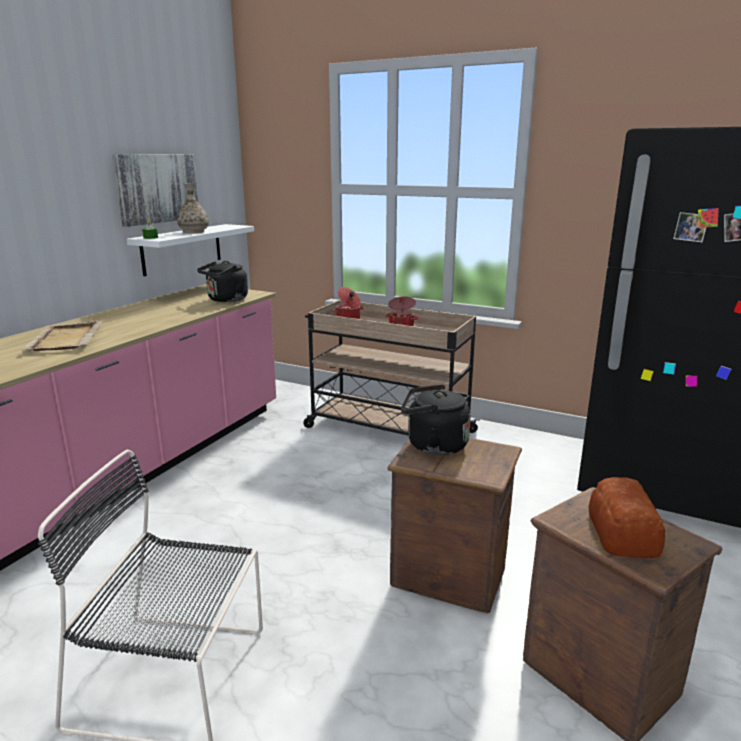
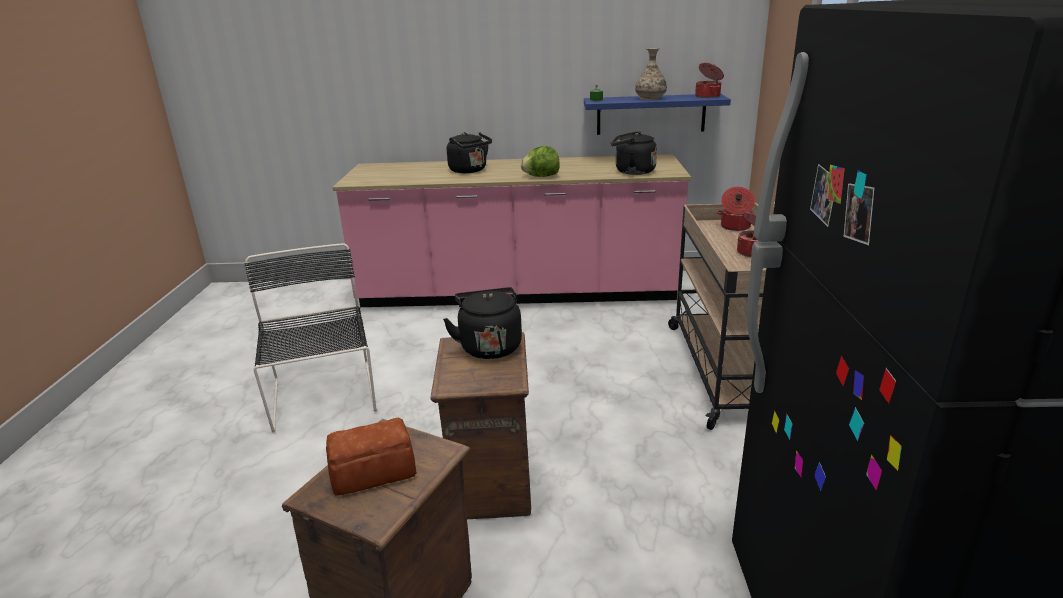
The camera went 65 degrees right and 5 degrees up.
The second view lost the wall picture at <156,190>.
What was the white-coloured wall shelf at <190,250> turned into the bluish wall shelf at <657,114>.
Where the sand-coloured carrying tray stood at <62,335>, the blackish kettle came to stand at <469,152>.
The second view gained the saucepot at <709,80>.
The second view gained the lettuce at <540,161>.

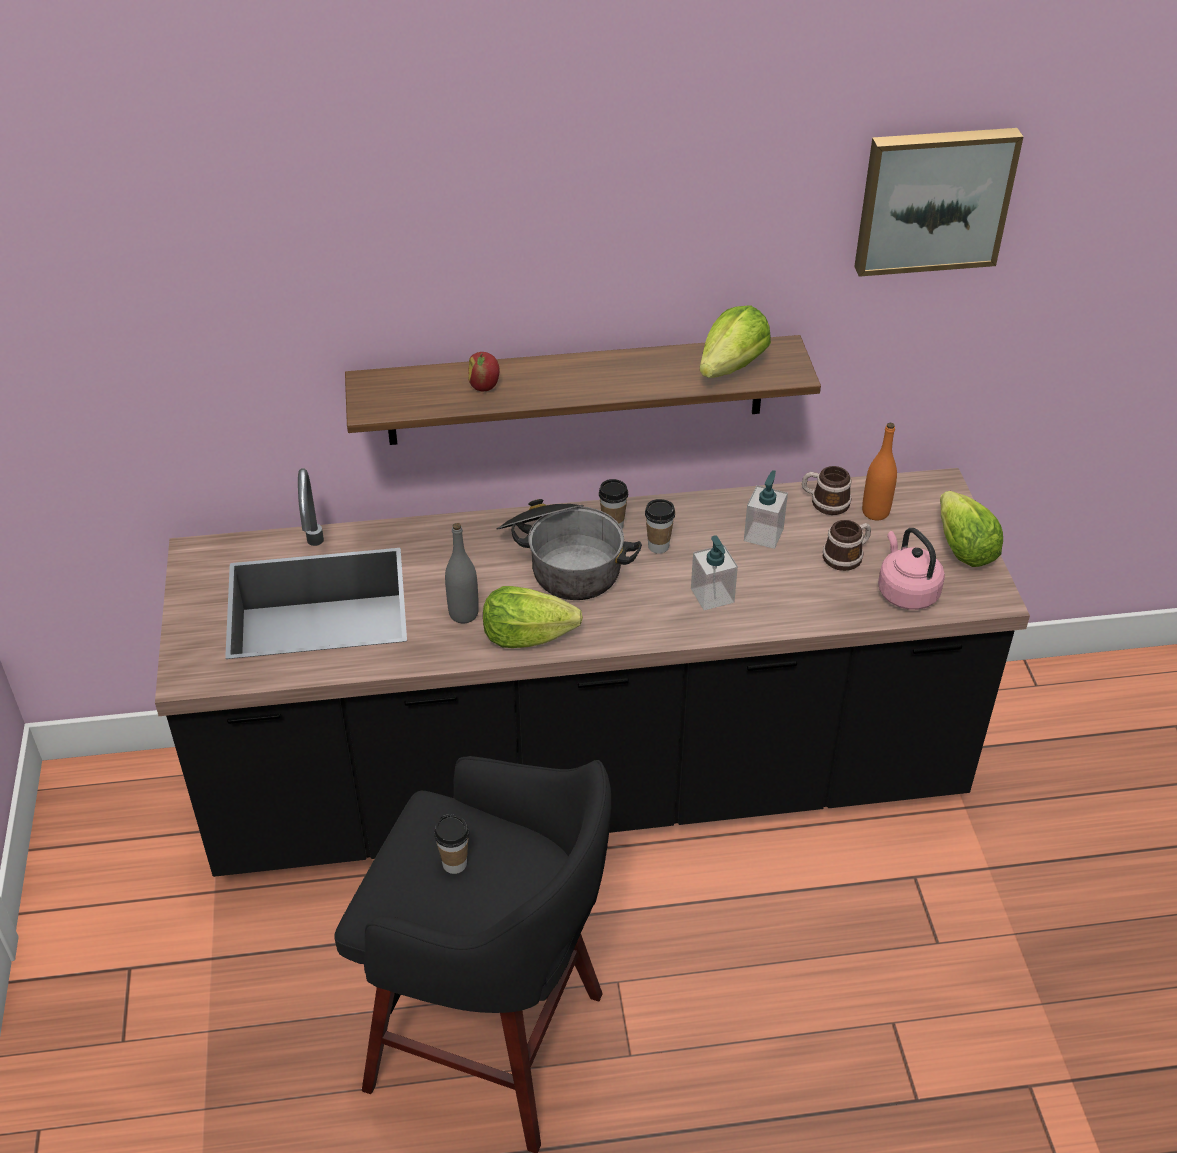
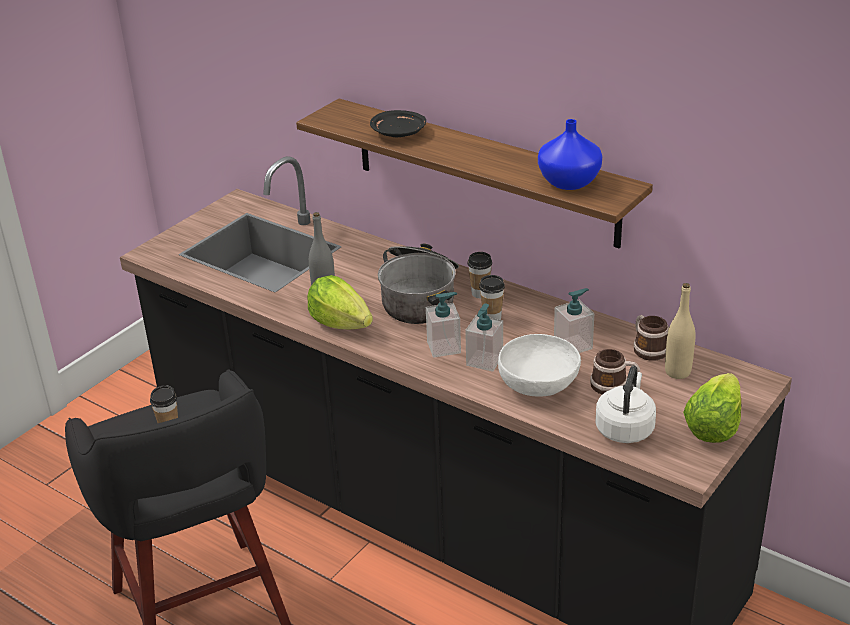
The camera went 45 degrees right and 10 degrees down.
The second view lost the wall picture at <938,202>.
Where the lettuce stood at <735,341>, the bluish decorative vase came to stand at <570,154>.
Where the apple fruit stood at <483,371>, the blackish dinner plate came to stand at <398,123>.
What was the orange-coloured beverage bottle at <879,472> turned into the sand-coloured beverage bottle at <680,331>.
What was the pink kettle at <911,569> turned into the white-coloured kettle at <625,404>.
The second view gained the soap bottle at <443,324>.
The second view gained the white-coloured bowl at <539,365>.

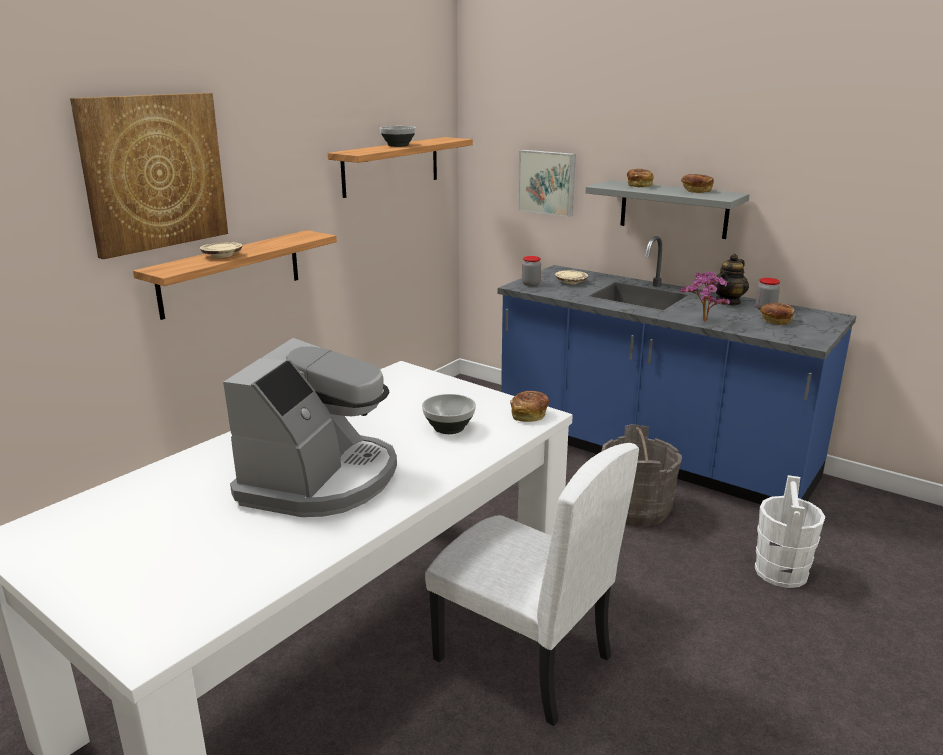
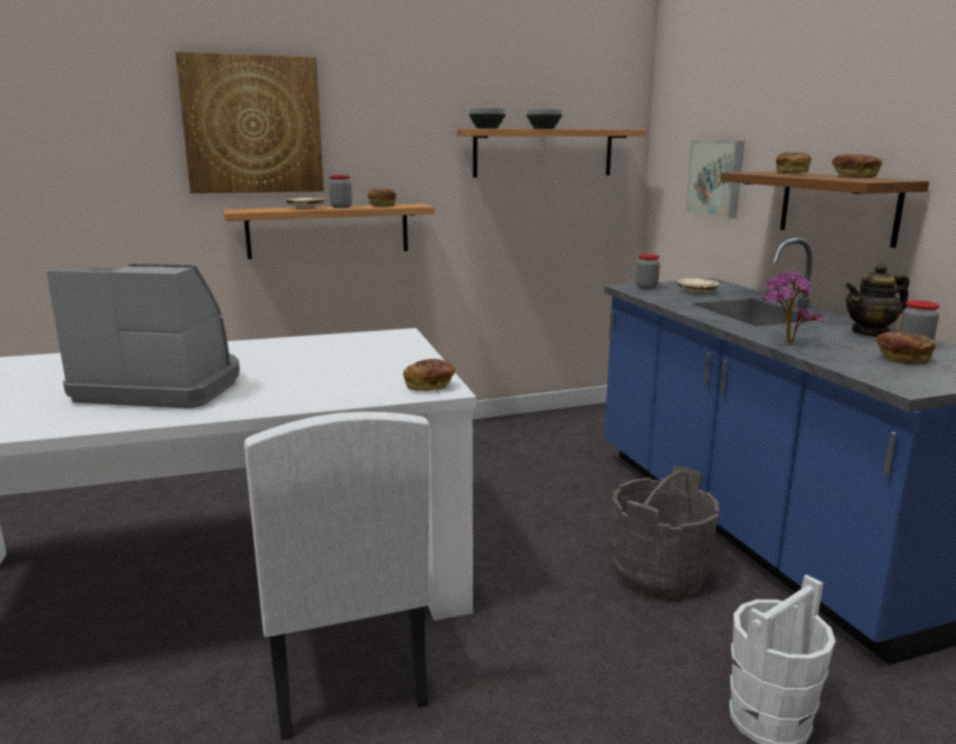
The camera went 35 degrees right and 5 degrees down.
What was the gray wall shelf at <668,209> turned into the brown wall shelf at <824,210>.
The coffee machine at <310,427> ended up facing another way, 135 degrees counterclockwise from before.
The bowl ended up elsewhere, having gone from <449,414> to <487,118>.
The second view gained the preserve jar at <340,191>.
The second view gained the bread at <382,198>.

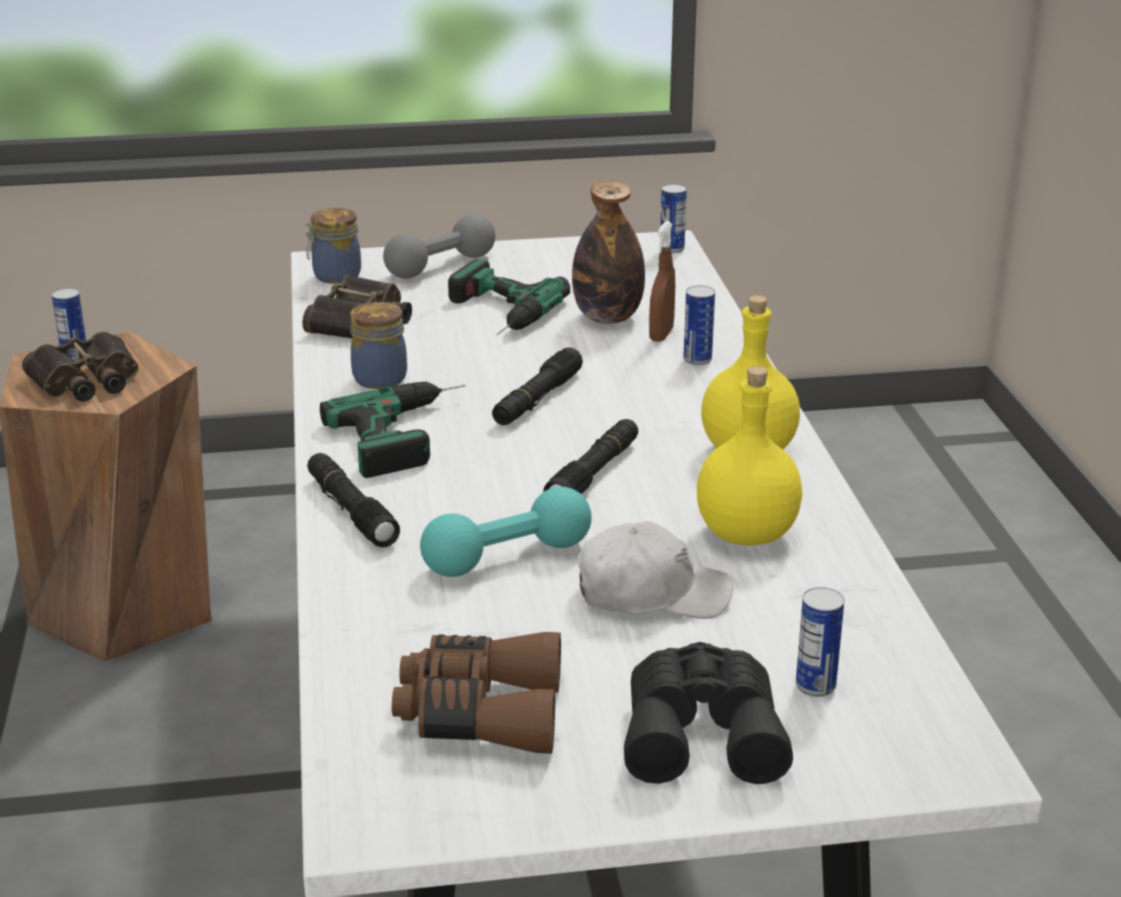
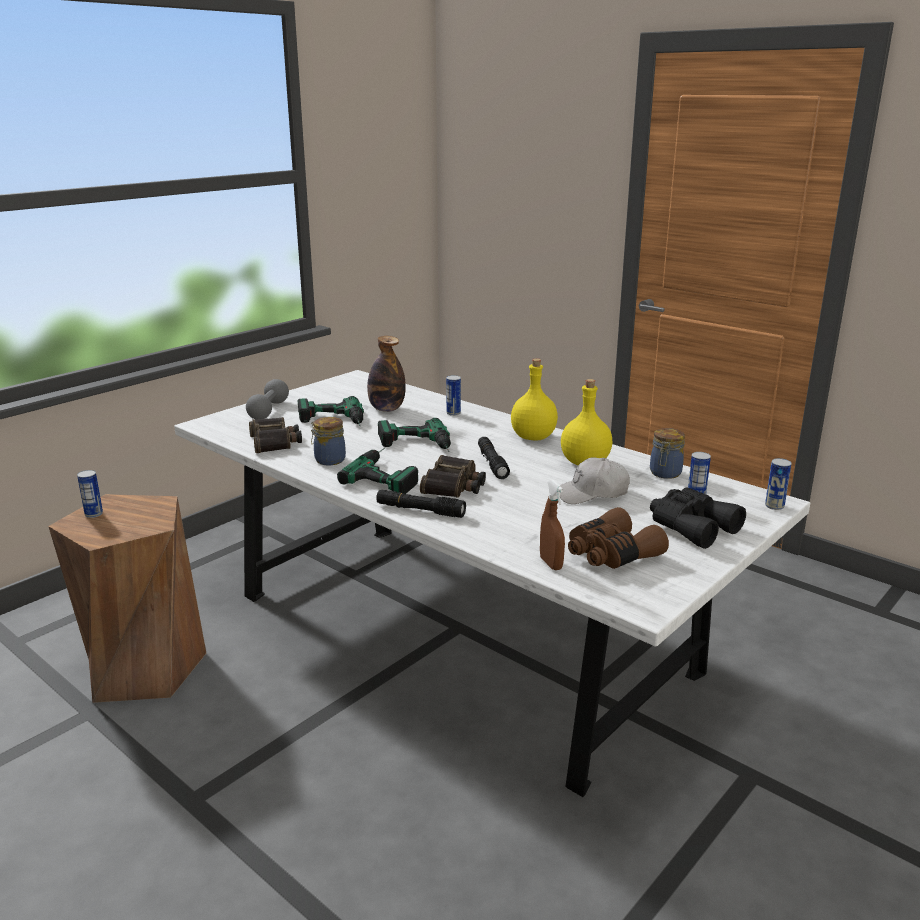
The camera went 40 degrees left and 5 degrees down.
The metal can ended up elsewhere, having gone from <673,219> to <778,484>.
The preserve jar ended up elsewhere, having gone from <333,246> to <667,453>.
The brown spray bottle ended up elsewhere, having gone from <662,281> to <552,525>.
The field glasses ended up elsewhere, having gone from <80,366> to <453,476>.
Where the blackish flashlight stood at <537,386>, the power drill came to stand at <414,435>.
The second view lost the turquoise-coloured free weight at <506,532>.
The white-coloured peaked cap at <655,570> ended up facing another way, 150 degrees counterclockwise from before.

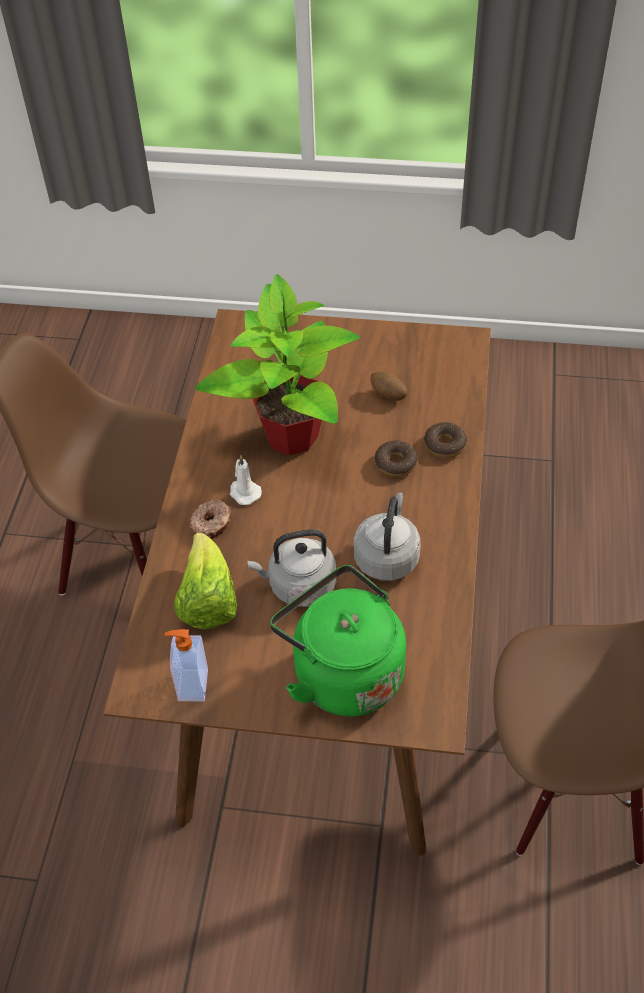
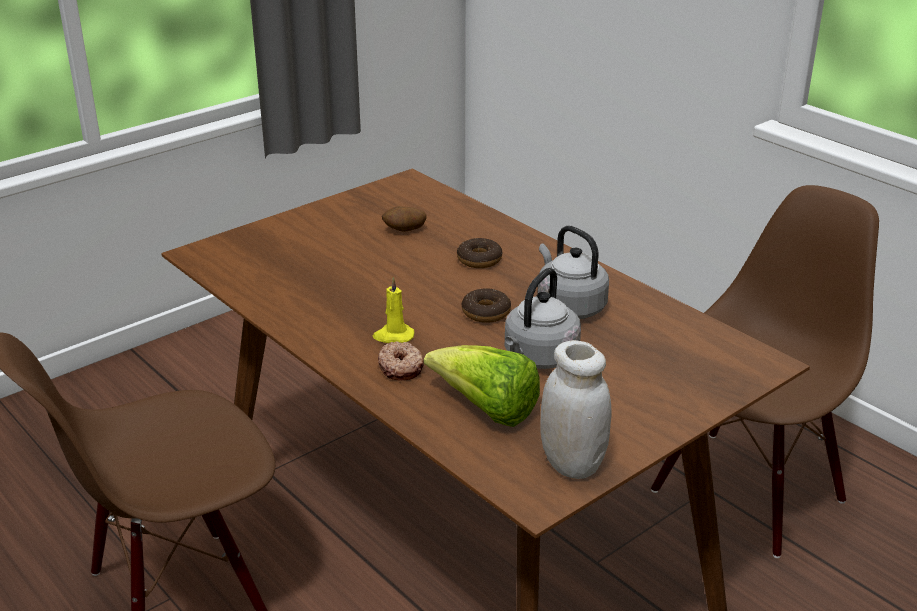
The camera went 50 degrees left and 20 degrees down.
The second view lost the potted plant at <277,364>.
The doughnut ended up elsewhere, having gone from <445,440> to <486,305>.
What was the white-coloured candle at <246,480> turned into the yellow-coloured candle at <393,310>.
The second view lost the green kettle at <338,641>.
Where the soap bottle stood at <186,665>, the white-coloured preserve jar came to stand at <576,409>.

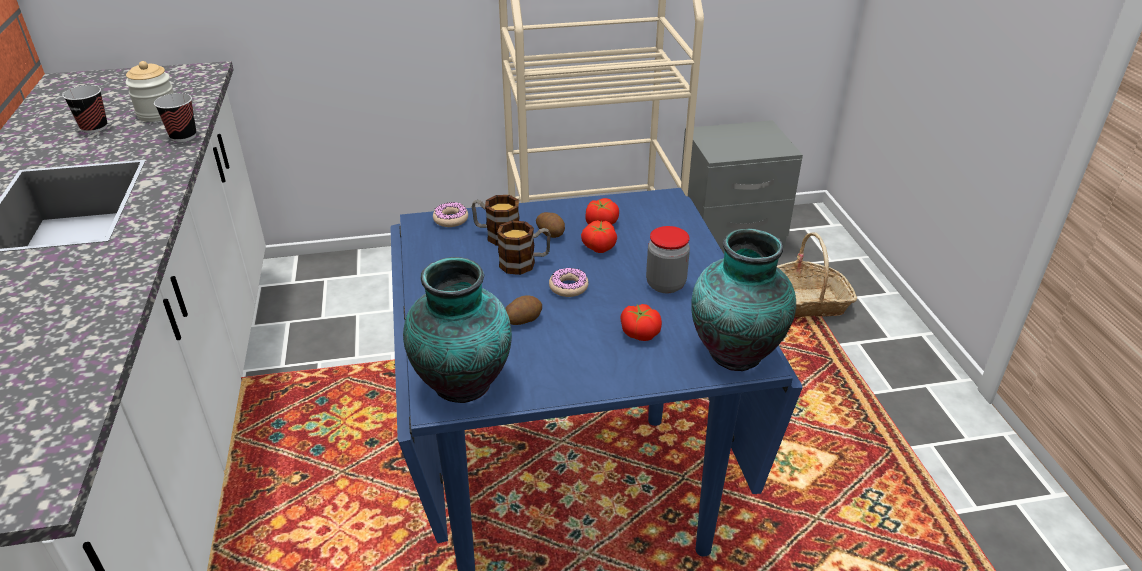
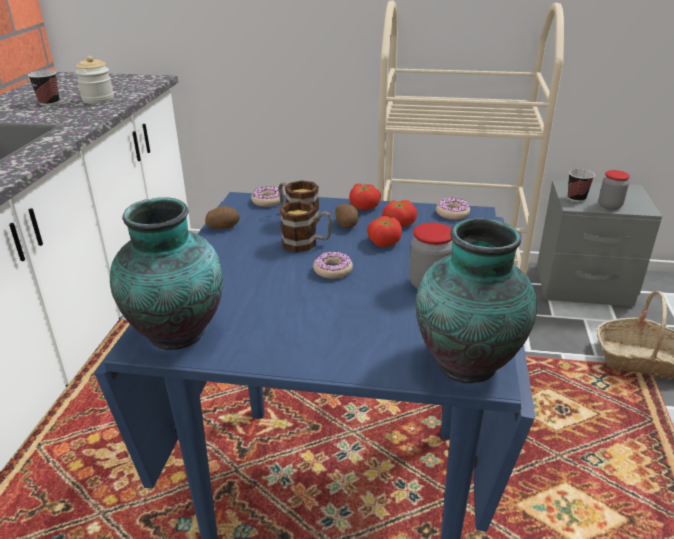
The camera went 20 degrees right and 5 degrees down.
The cup ended up elsewhere, having gone from <175,117> to <581,185>.
The potato ended up elsewhere, having gone from <523,310> to <222,217>.
The tomato ended up elsewhere, having gone from <641,322> to <365,196>.
The second view gained the preserve jar at <614,190>.
The second view gained the doughnut at <453,208>.

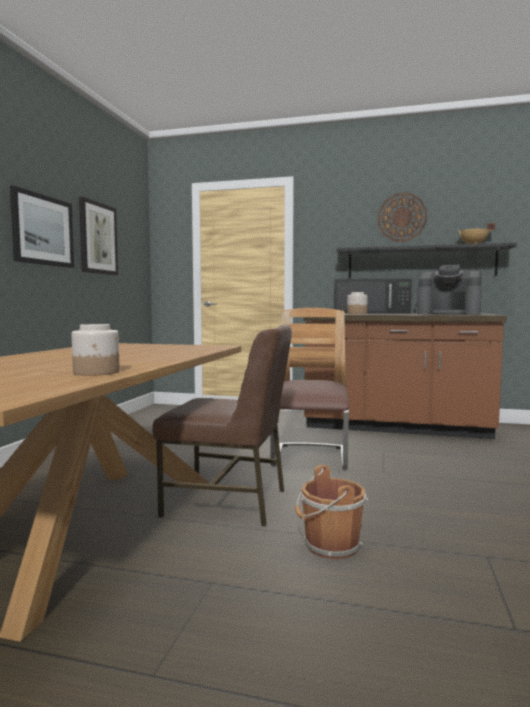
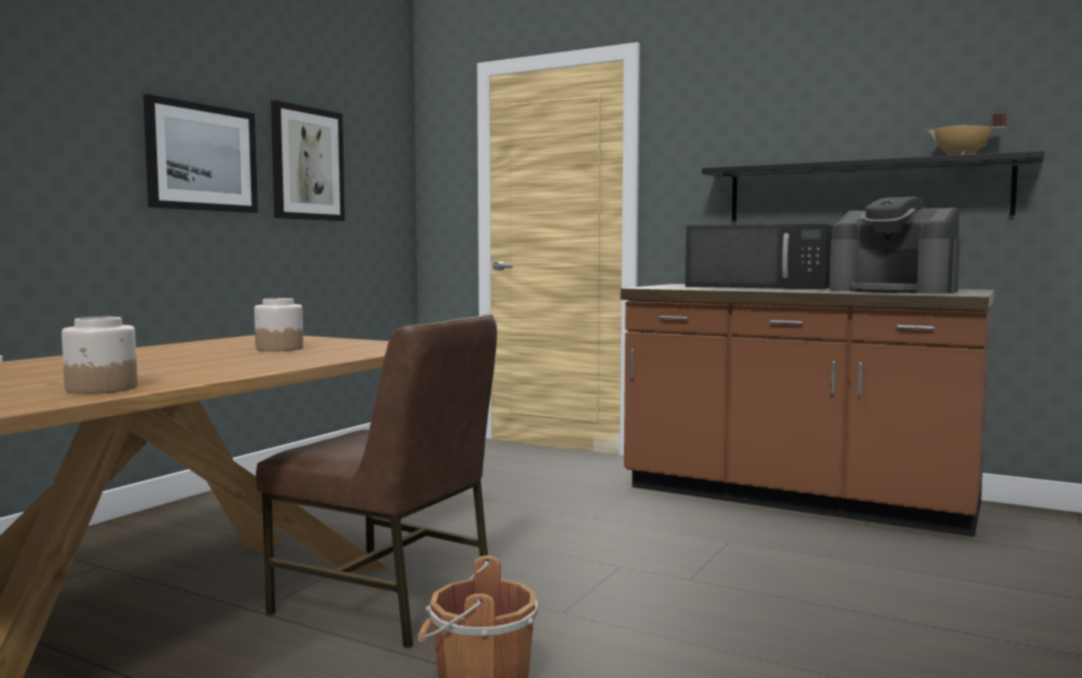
The camera went 15 degrees right and 0 degrees up.
The second view lost the clock on the wall at <402,217>.
The preserve jar ended up elsewhere, having gone from <357,303> to <278,324>.
The second view lost the upright chair at <310,389>.

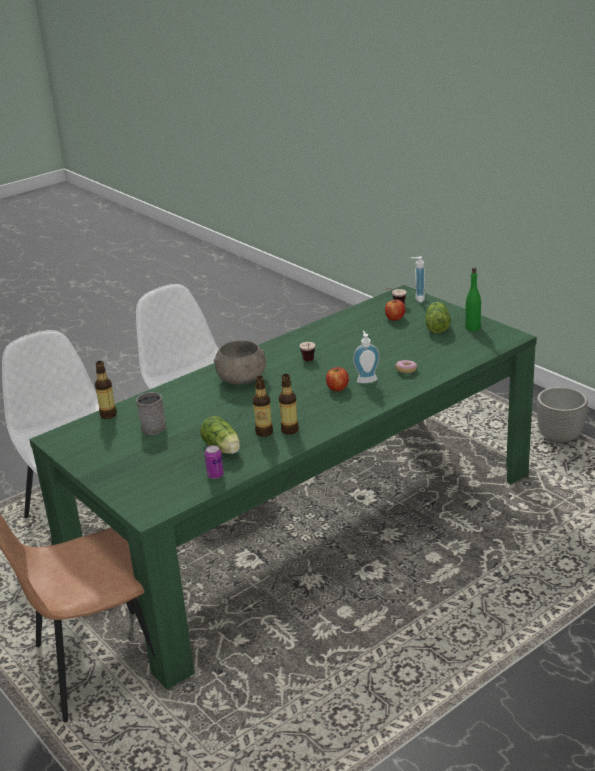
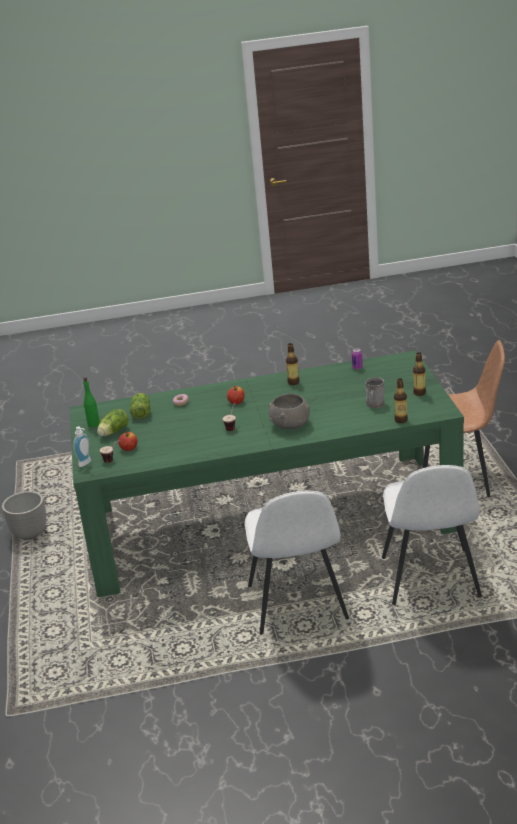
The camera went 150 degrees left and 0 degrees up.
The second view lost the soap bottle at <366,356>.
The beverage bottle ended up elsewhere, having gone from <263,406> to <419,374>.
The lettuce ended up elsewhere, having gone from <220,435> to <140,406>.

